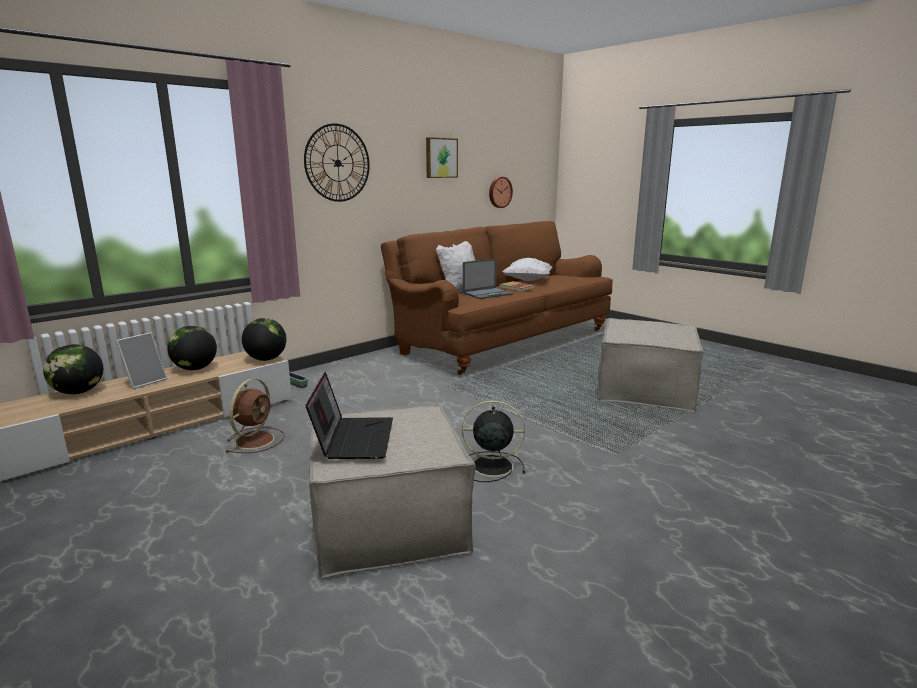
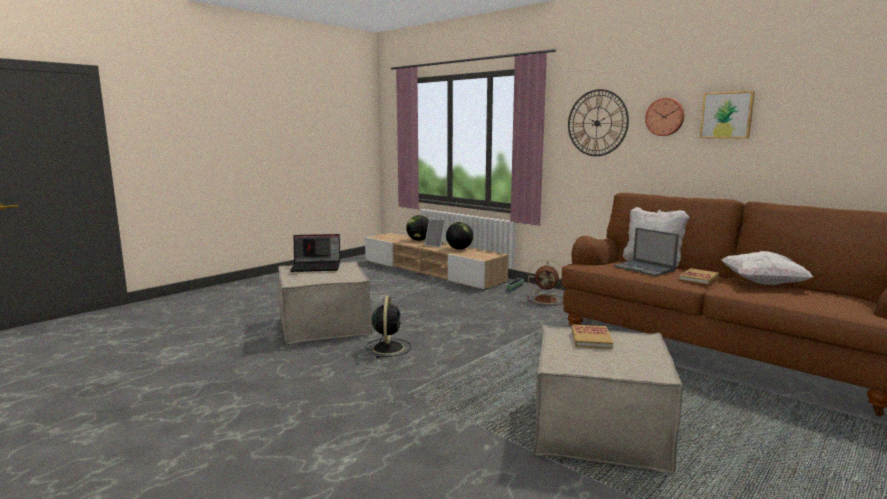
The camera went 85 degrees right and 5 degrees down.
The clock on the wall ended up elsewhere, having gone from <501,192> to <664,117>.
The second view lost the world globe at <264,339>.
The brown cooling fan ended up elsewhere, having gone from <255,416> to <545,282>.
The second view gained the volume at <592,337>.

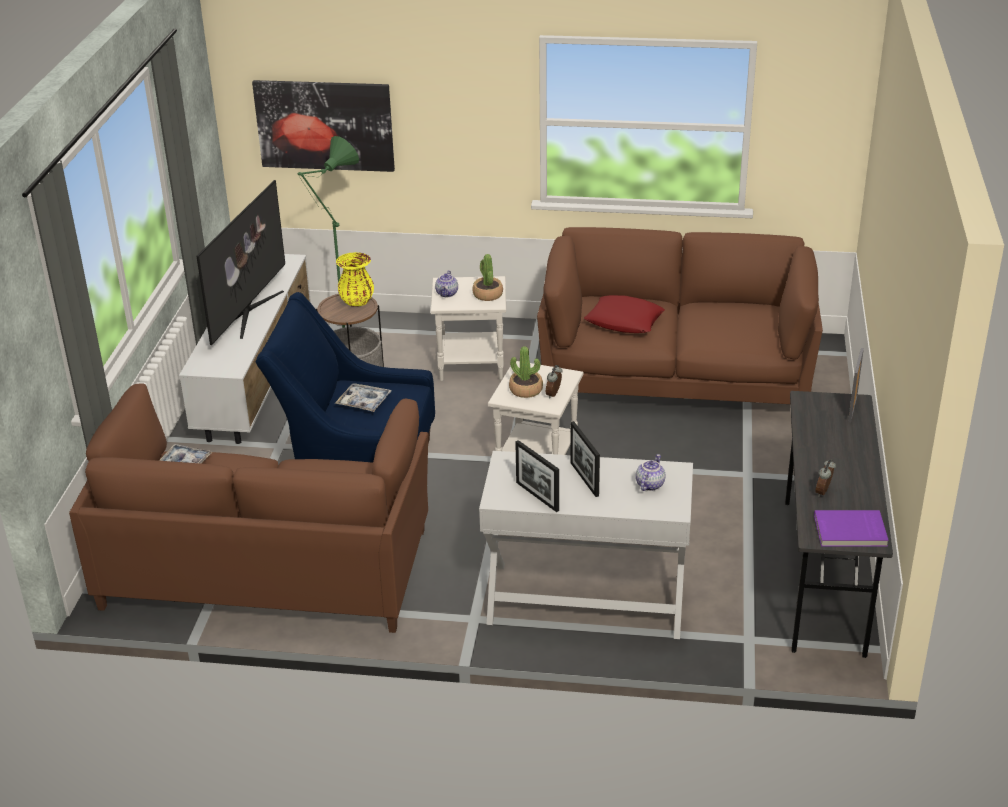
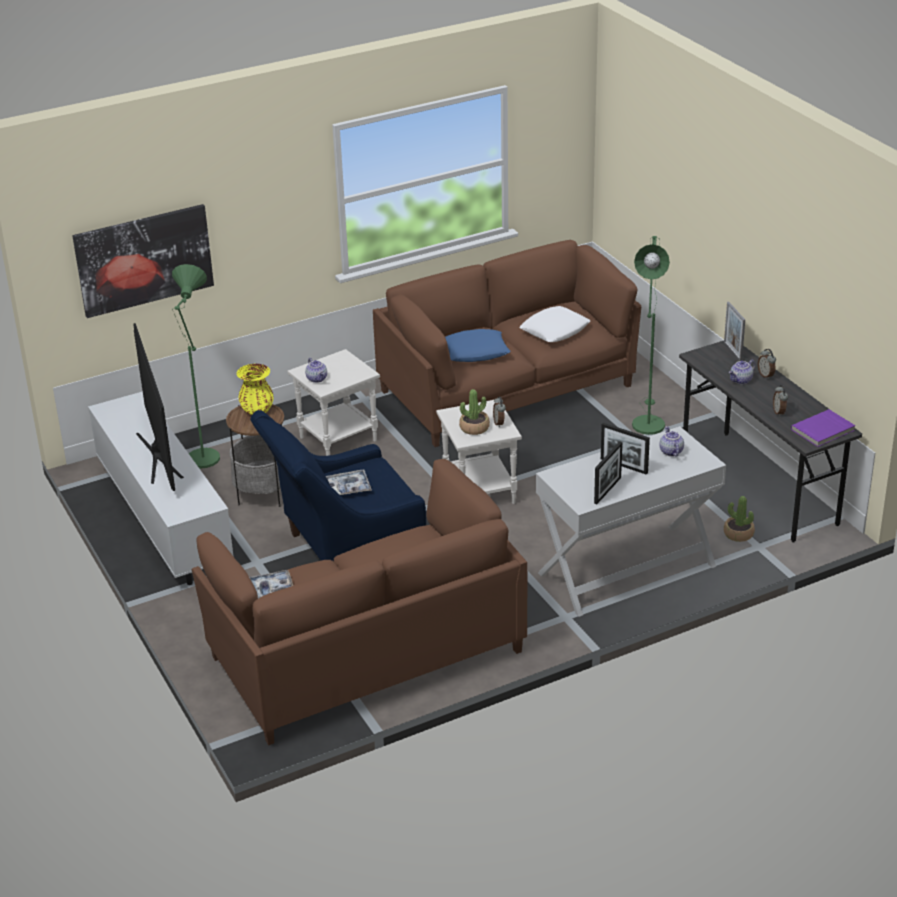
The camera went 35 degrees left and 0 degrees up.
The potted plant ended up elsewhere, having gone from <487,277> to <739,519>.
What was the red throw pillow at <624,314> turned into the bluish throw pillow at <478,345>.
The picture frame at <537,476> ended up facing another way, 75 degrees counterclockwise from before.
The second view gained the green standard lamp at <651,335>.
The second view gained the white-coloured throw pillow at <555,324>.
The second view gained the alarm clock at <767,364>.
The second view gained the tea pot at <742,372>.

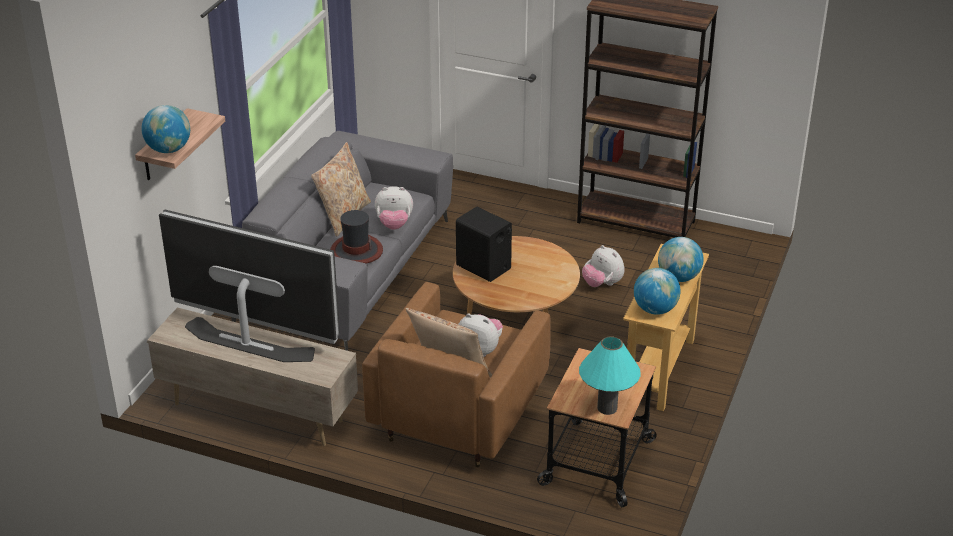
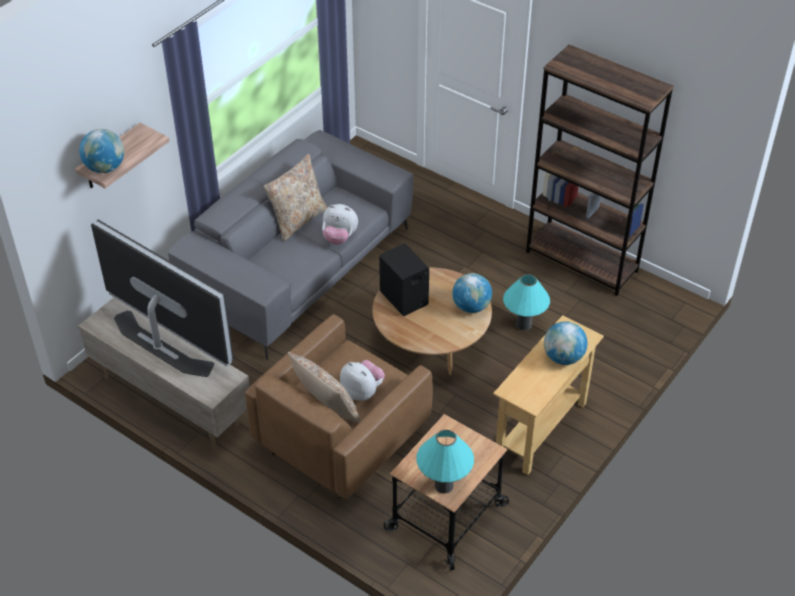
The camera went 15 degrees right and 10 degrees up.
The second view lost the hat at <356,237>.
Where the plush toy stood at <603,266>, the turquoise-coloured table lamp came to stand at <526,302>.
The world globe ended up elsewhere, having gone from <657,291> to <472,293>.

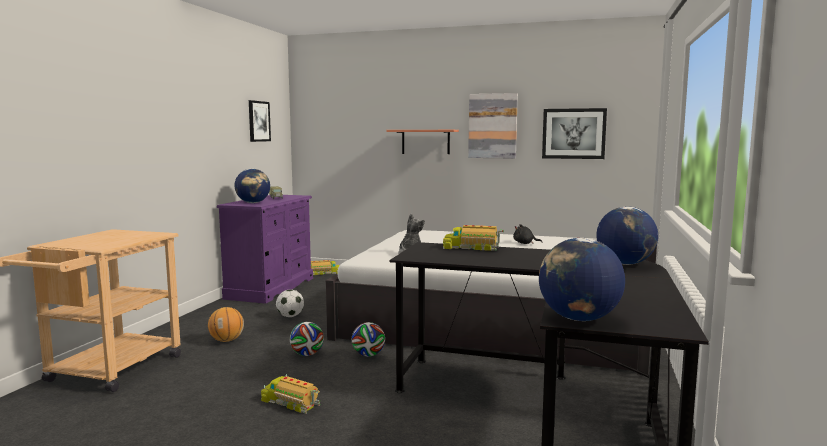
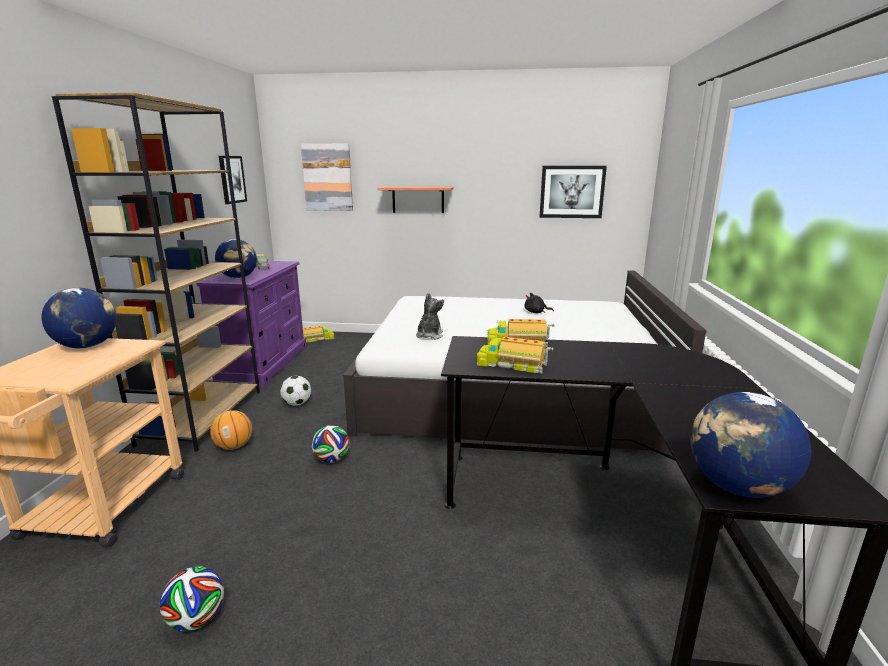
The camera went 10 degrees left and 10 degrees up.
The wall picture ended up elsewhere, having gone from <493,126> to <327,177>.
The world globe ended up elsewhere, having gone from <627,236> to <79,318>.
The ball for football ended up elsewhere, having gone from <368,339> to <192,598>.
The model truck ended up elsewhere, having gone from <290,394> to <515,355>.
The second view gained the brown bookshelf at <156,272>.

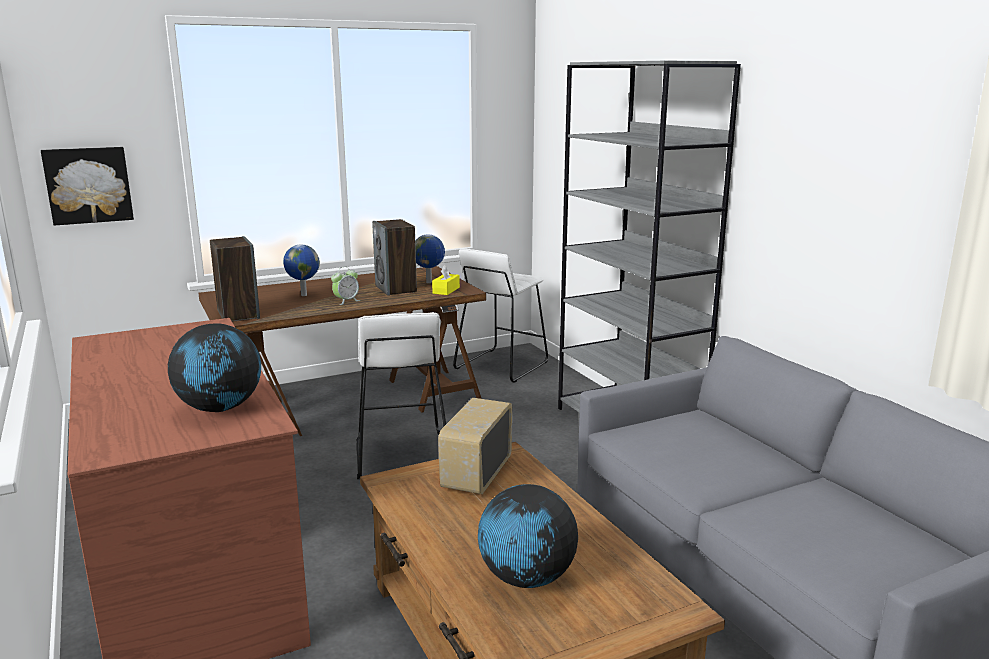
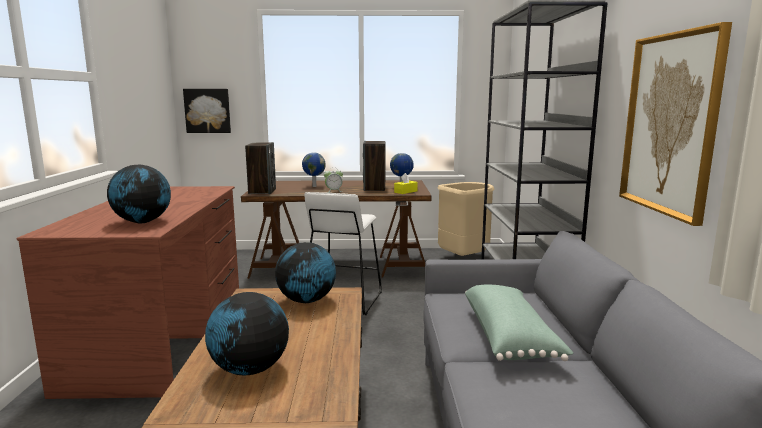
The camera went 25 degrees right and 5 degrees down.
Where the white-coloured sitting stool stood at <500,315>, the sand-coloured trash can came to stand at <466,219>.
Where the radio stood at <475,446>, the world globe came to stand at <305,272>.
The second view gained the wall picture at <675,124>.
The second view gained the green throw pillow at <519,323>.

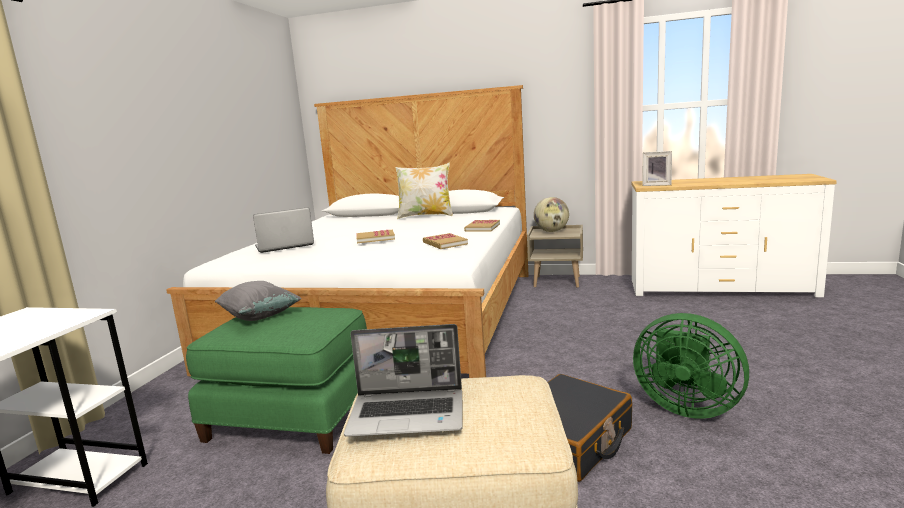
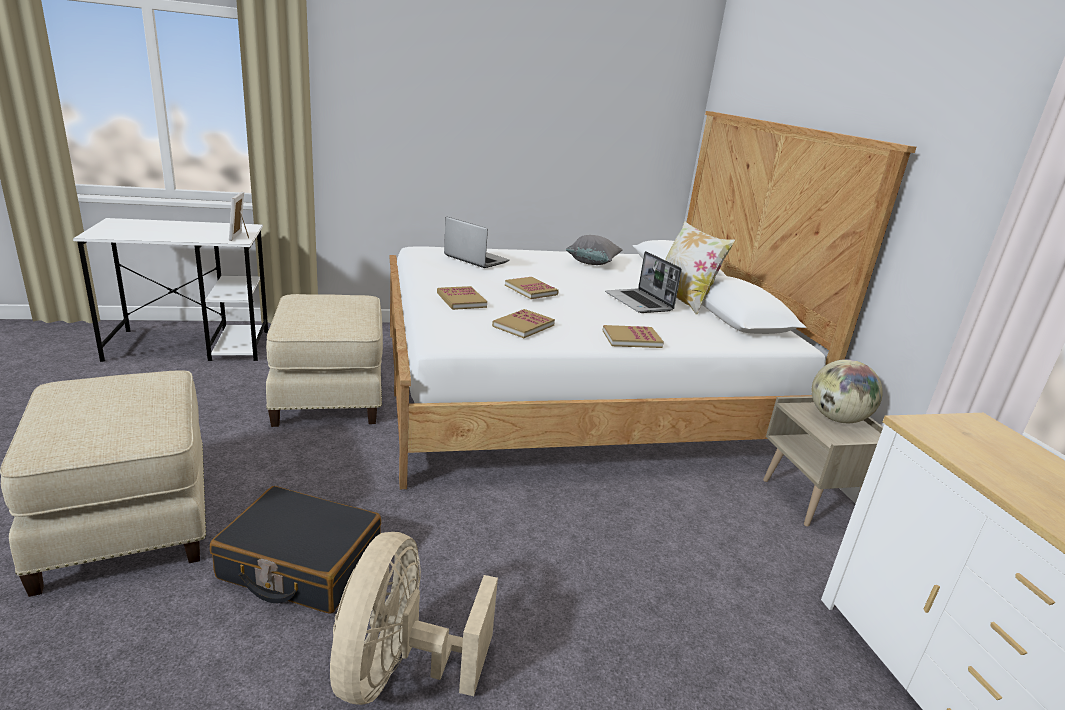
The camera went 60 degrees right and 10 degrees up.
The picture frame ended up elsewhere, having gone from <657,168> to <239,216>.
The gray throw pillow ended up elsewhere, having gone from <258,301> to <594,250>.
What was the green pouffe at <276,380> turned into the sand-coloured pouffe at <324,360>.
What was the green cooling fan at <691,366> turned into the sand-coloured cooling fan at <414,618>.
The portable computer ended up elsewhere, having gone from <403,380> to <643,282>.
The second view gained the volume at <462,298>.

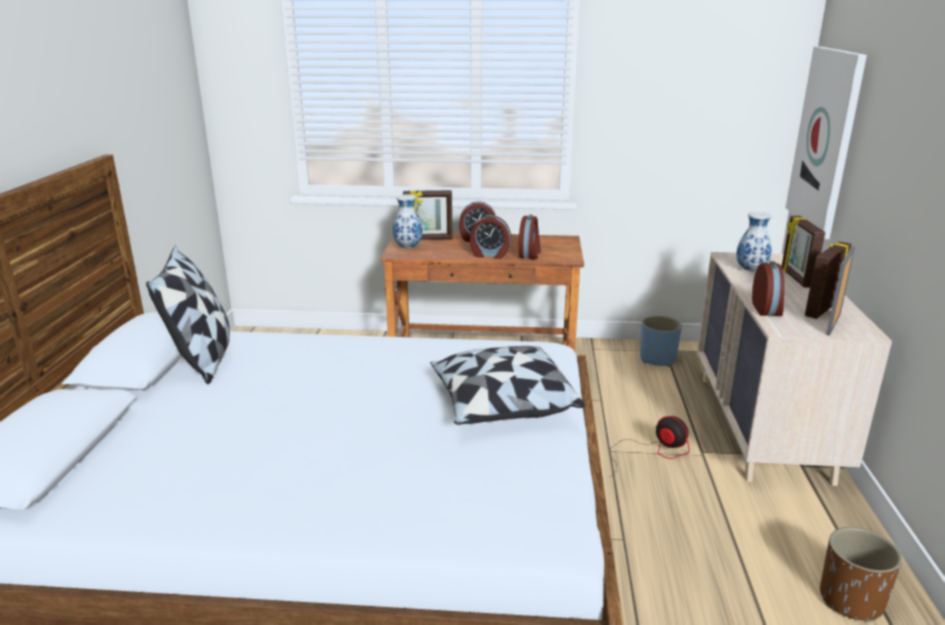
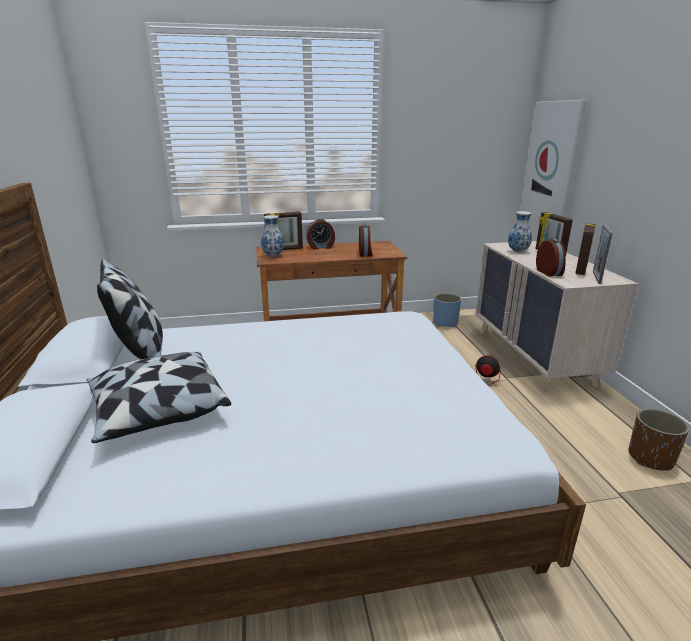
The camera went 15 degrees left and 0 degrees up.
The second view lost the alarm clock at <490,237>.
The throw pillow ended up elsewhere, having gone from <507,385> to <159,397>.

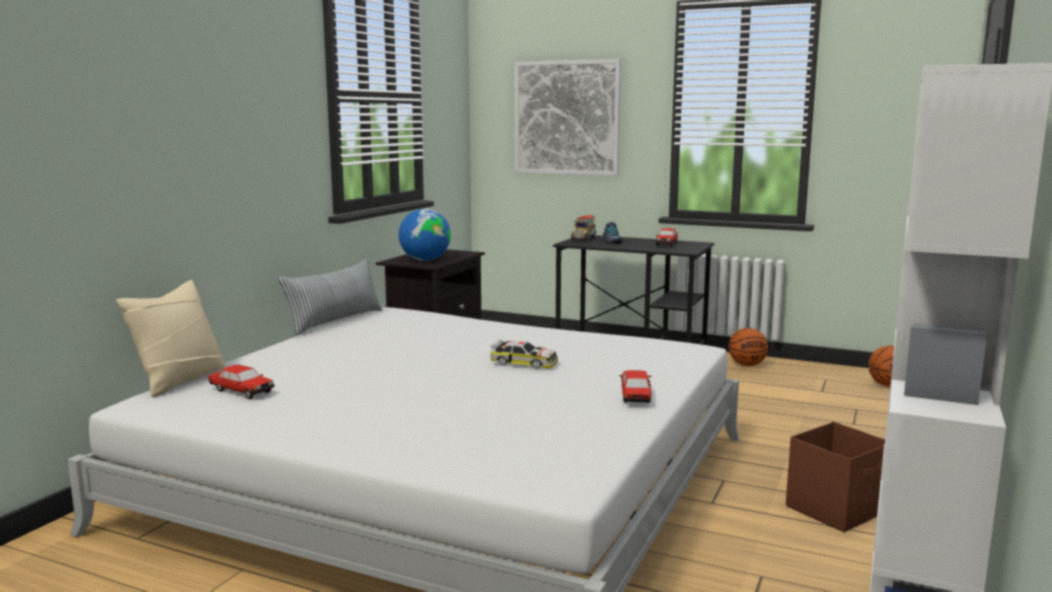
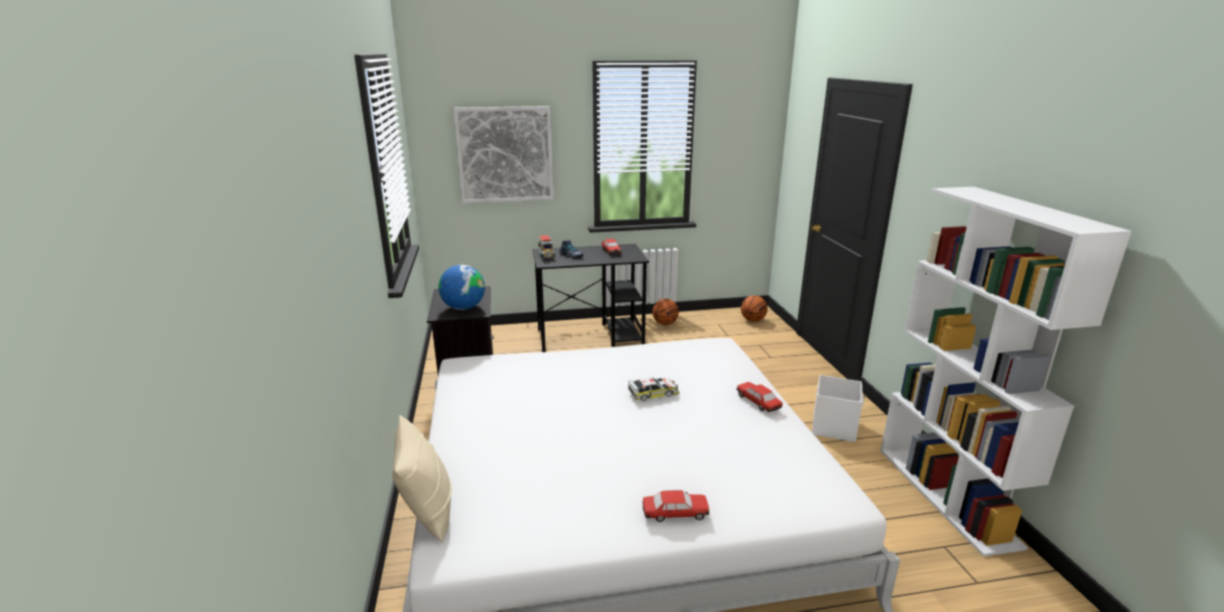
The camera went 35 degrees left and 10 degrees up.
The second view lost the throw pillow at <330,297>.
The model car ended up elsewhere, having gone from <241,382> to <676,506>.
What was the brown storage bin at <835,477> turned into the white-coloured storage bin at <838,408>.

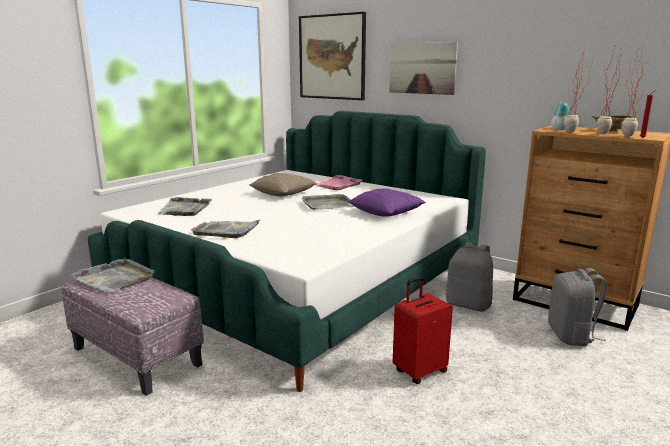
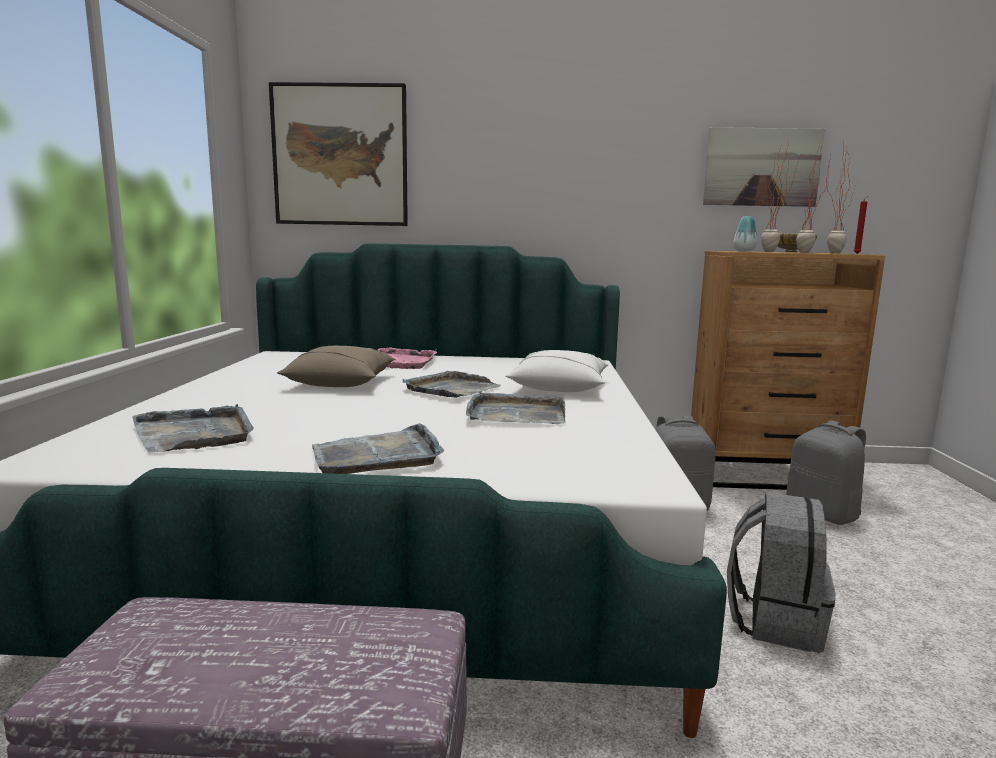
The camera went 35 degrees left and 5 degrees down.
The wall picture ended up elsewhere, having gone from <423,68> to <764,167>.
What was the purple-coloured throw pillow at <387,203> turned into the white-coloured throw pillow at <556,371>.
The gray carrying tray ended up elsewhere, having gone from <112,275> to <515,407>.
Where the red piece of luggage stood at <423,330>, the gray backpack came to stand at <781,572>.

